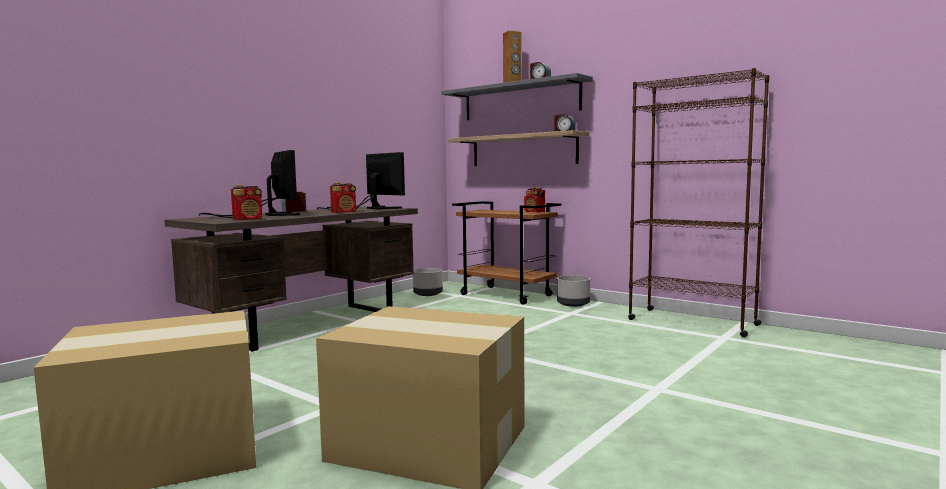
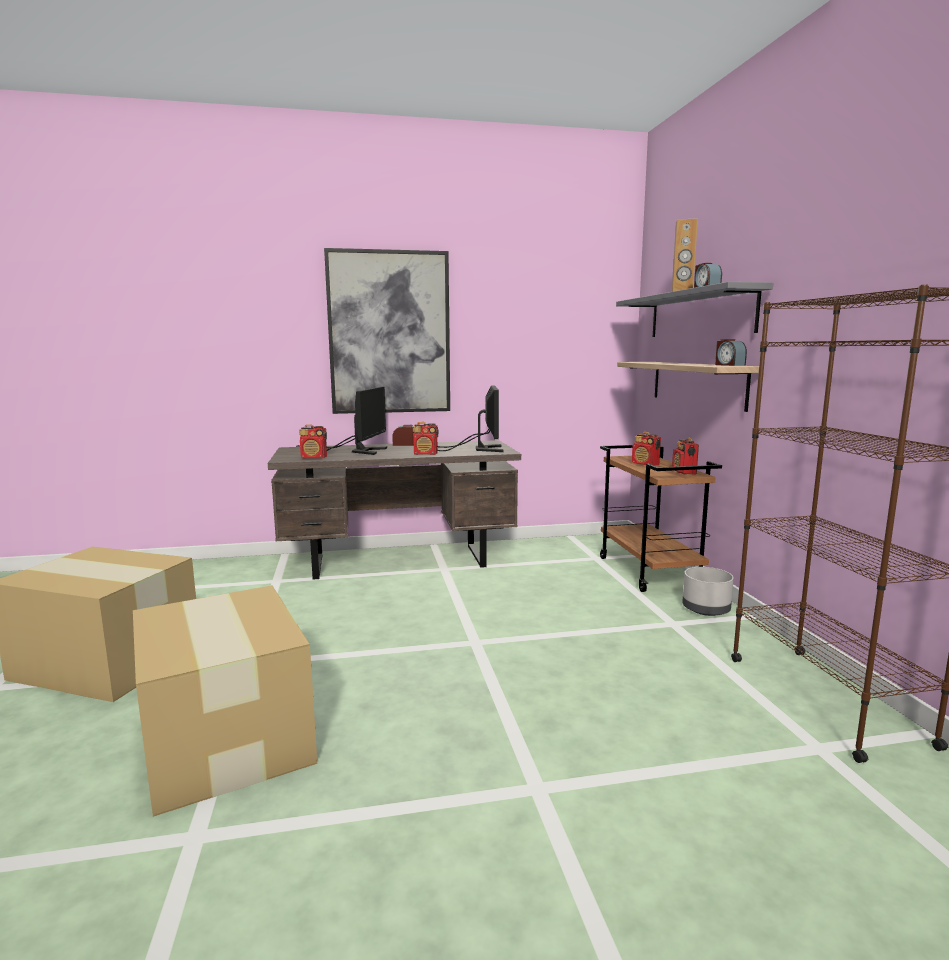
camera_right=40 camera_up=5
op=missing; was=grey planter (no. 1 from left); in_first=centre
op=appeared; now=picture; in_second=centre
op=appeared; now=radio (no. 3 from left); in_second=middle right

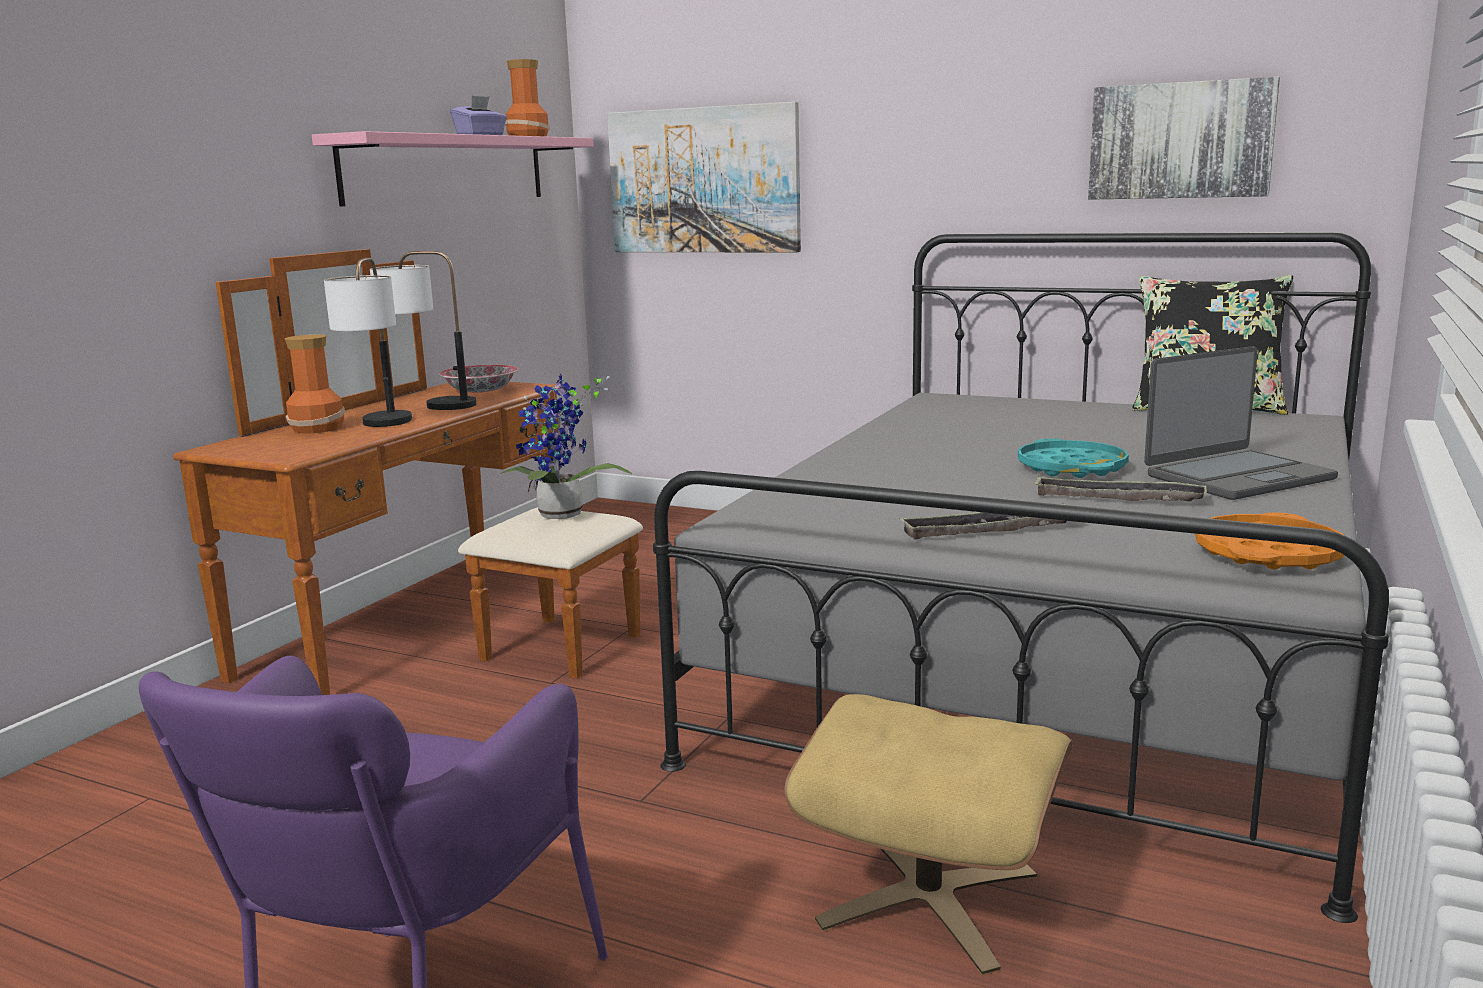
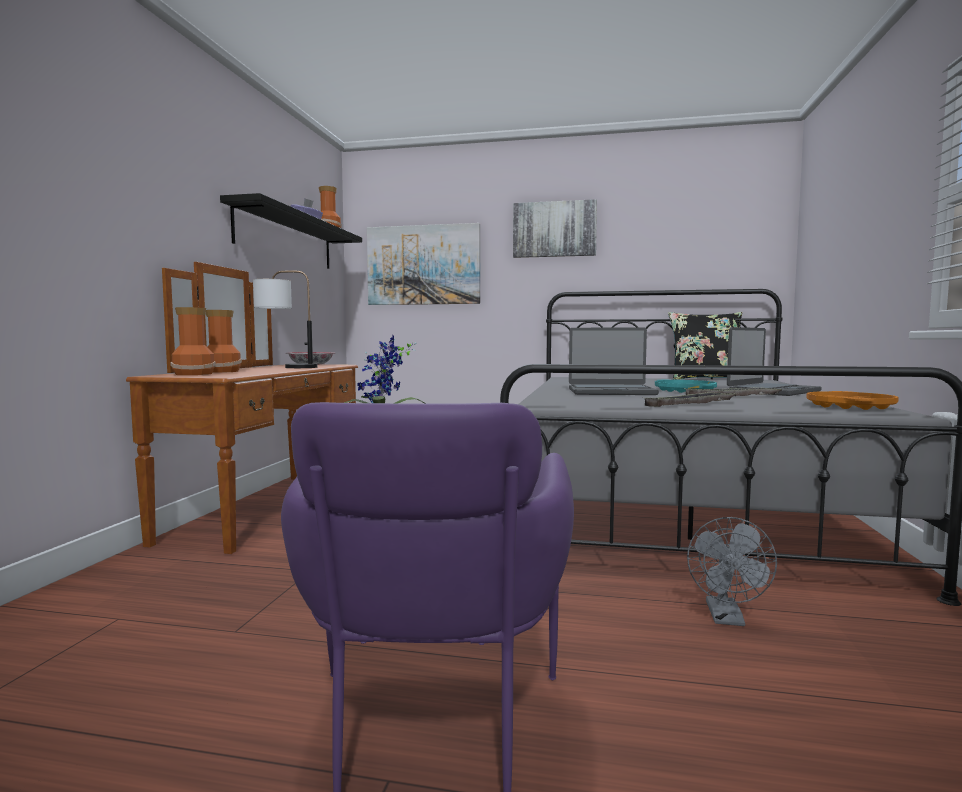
camera_right=-15 camera_up=-10
op=colour; was=pink shelf; now=black shelf; in_first=top left; in_second=top left
op=missing; was=table lamp (no. 1 from left); in_first=middle left
op=exchanged; was=beige ottoman; now=grey fan; in_first=bottom centre; in_second=bottom right
op=relocated; was=picture (no. 2 from left); in_first=top right; in_second=top centre
op=appeared; now=vase (no. 1 from left); in_second=middle left
op=appeared; now=laptop (no. 1 from left); in_second=centre

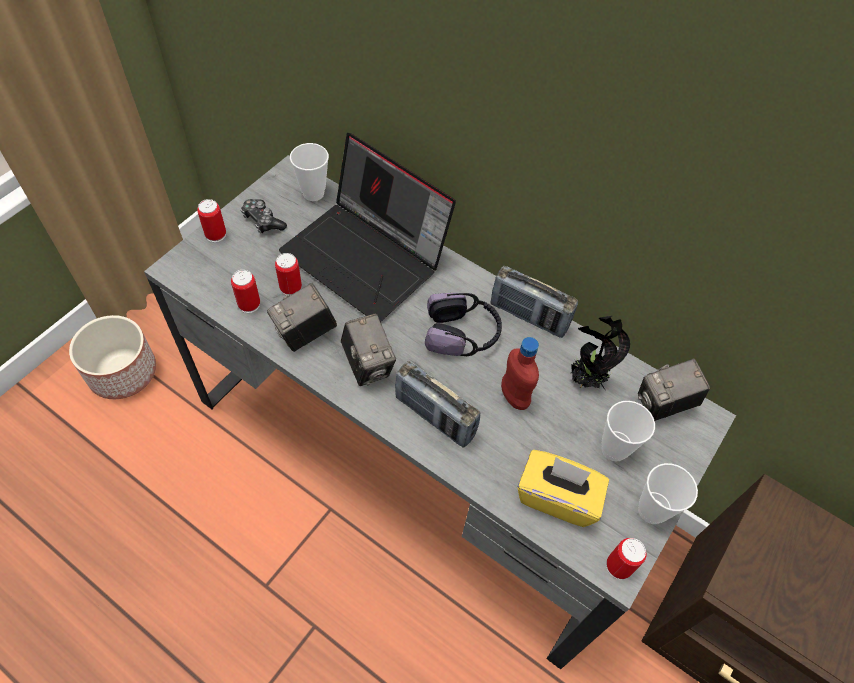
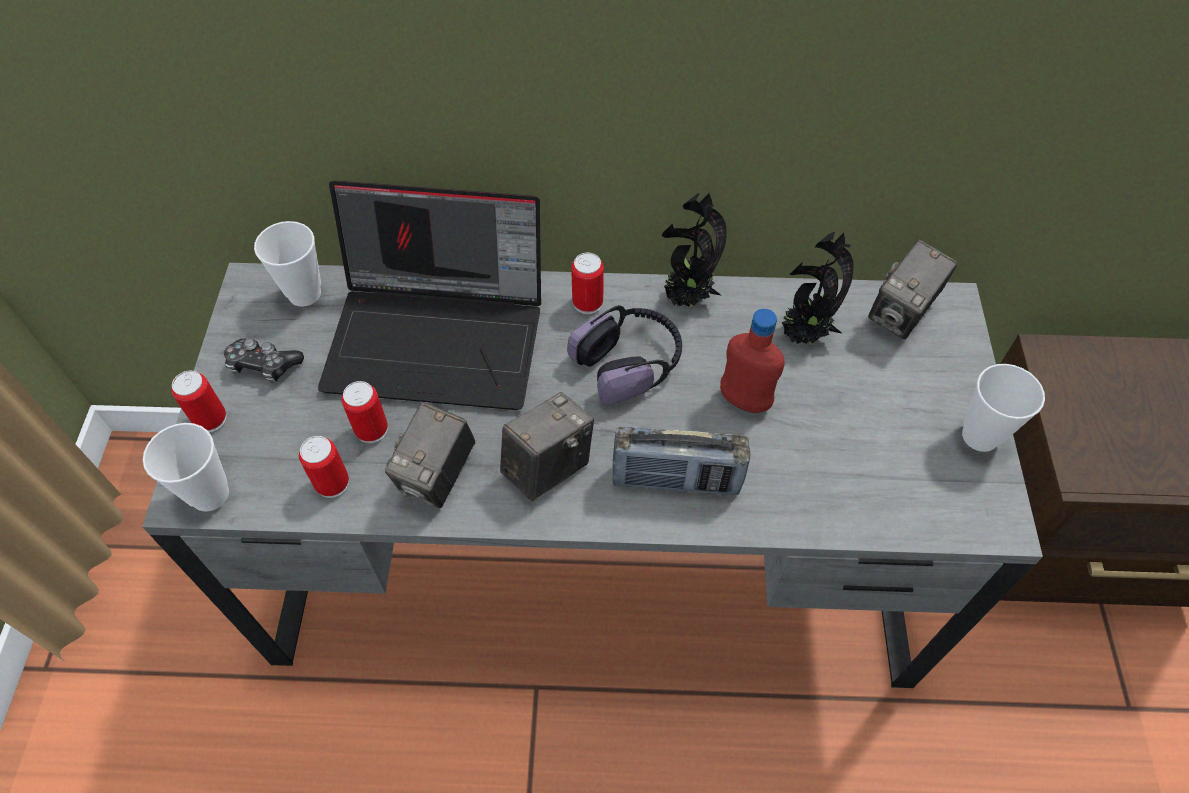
camera_right=-30 camera_up=0
op=missing; was=planter; in_first=middle left
op=spun; was=photo camera (no. 2 from left); in_first=centre; in_second=centre; clockwise=-75
op=exchanged; was=radio (no. 2 from left); now=potted plant (no. 1 from left); in_first=centre; in_second=top centre
op=missing; was=yellow tissue box; in_first=bottom centre
op=relocated; was=cup (no. 2 from left in the first image); now=cup (no. 1 from left); in_first=middle right; in_second=middle left
op=relocated; was=can (no. 4 from left); in_first=bottom right; in_second=centre

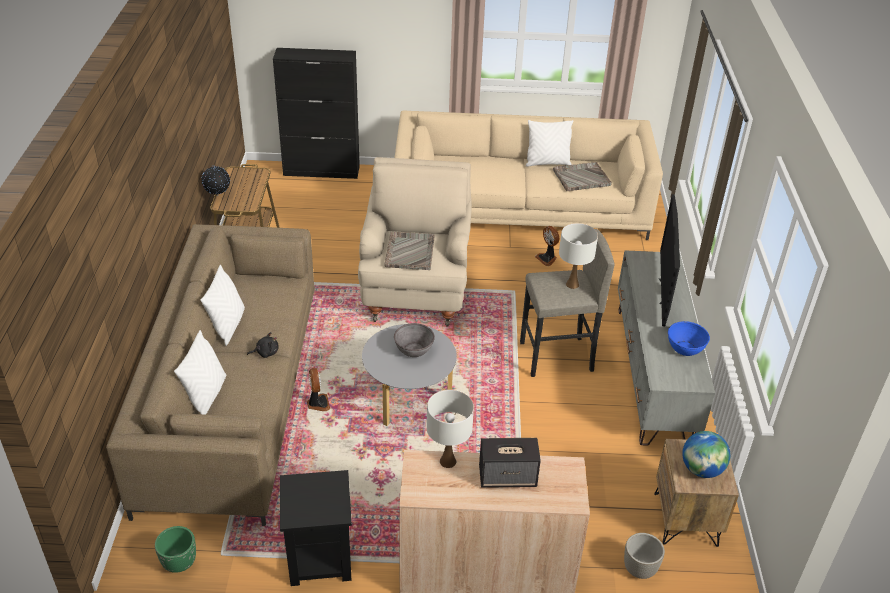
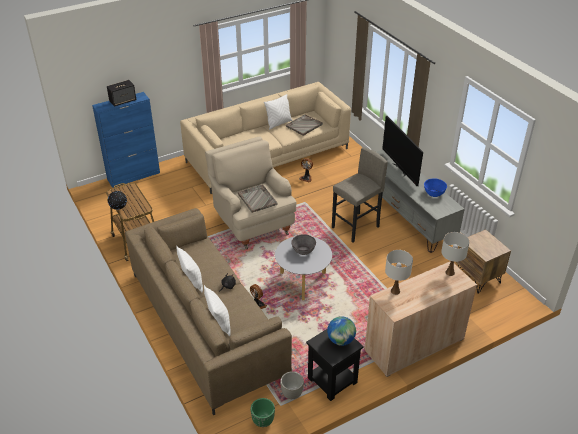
camera_right=-30 camera_up=0
op=colour; was=black cabinet; now=blue cabinet; in_first=top centre; in_second=top left
op=relocated; was=speaker; in_first=bottom centre; in_second=top left
op=relocated; was=white table lamp (no. 2 from left); in_first=centre; in_second=middle right
op=relocated; was=grey planter; in_first=bottom right; in_second=bottom centre
op=relocated; was=globe (no. 2 from left); in_first=bottom right; in_second=bottom centre

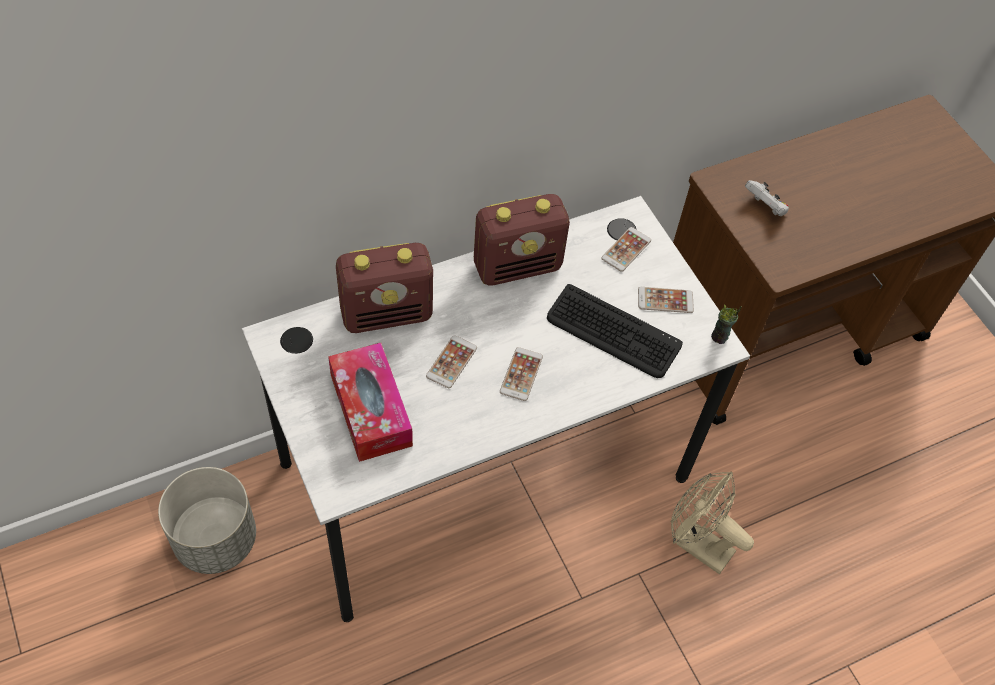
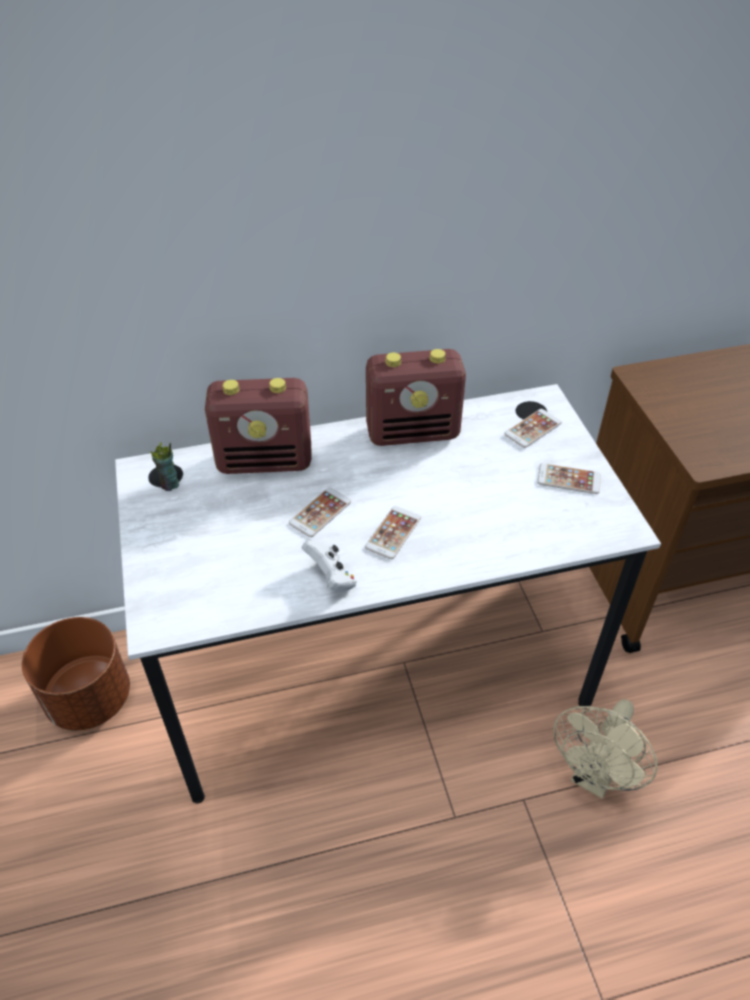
camera_right=15 camera_up=-10
op=colour; was=grey planter; now=brown planter; in_first=bottom left; in_second=bottom left
op=missing; was=tissue box; in_first=centre
op=missing; was=keyboard; in_first=centre
op=spun; was=beige fan; in_first=bottom right; in_second=bottom right; clockwise=-105
op=relocated; was=cup; in_first=middle right; in_second=middle left
op=relocated; was=white game controller; in_first=top right; in_second=centre

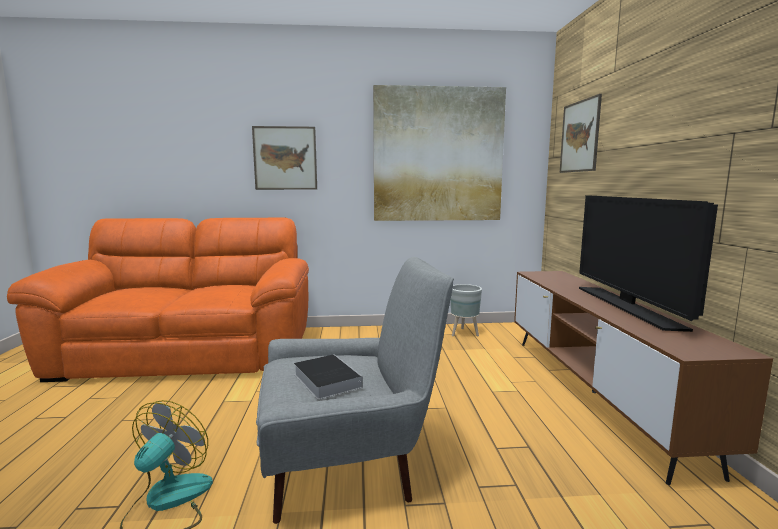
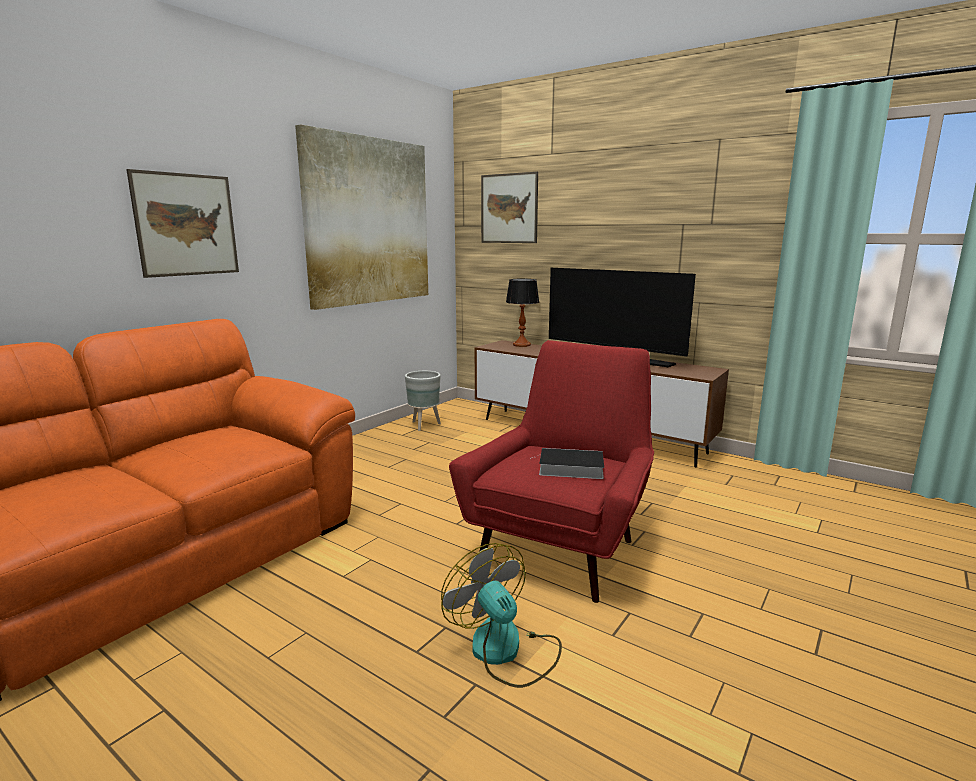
camera_right=-50 camera_up=5
op=colour; was=grey armchair; now=red armchair; in_first=bottom centre; in_second=centre
op=appeared; now=table lamp; in_second=centre

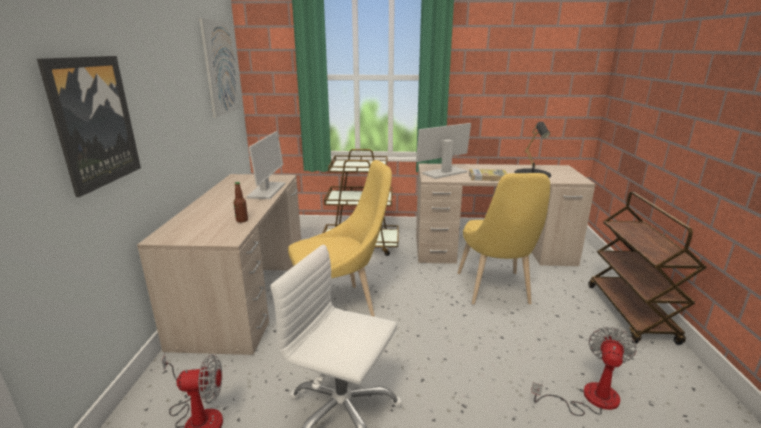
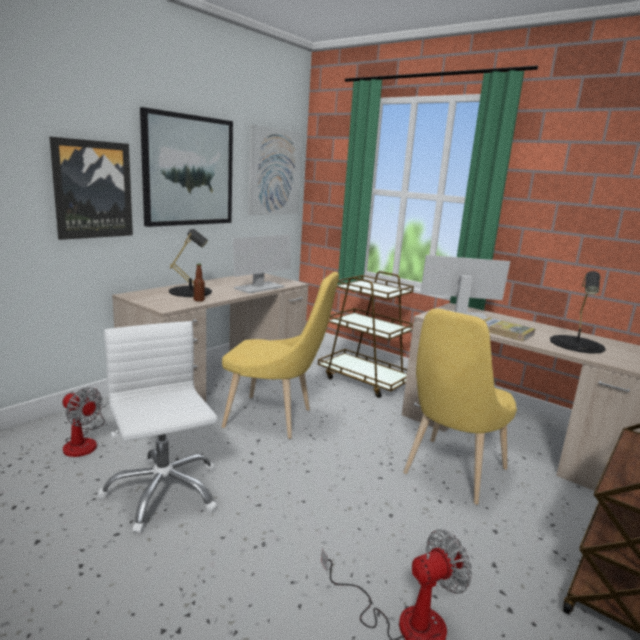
camera_right=35 camera_up=-5
op=appeared; now=picture (no. 2 from left); in_second=top left
op=appeared; now=black table lamp (no. 1 from left); in_second=middle left

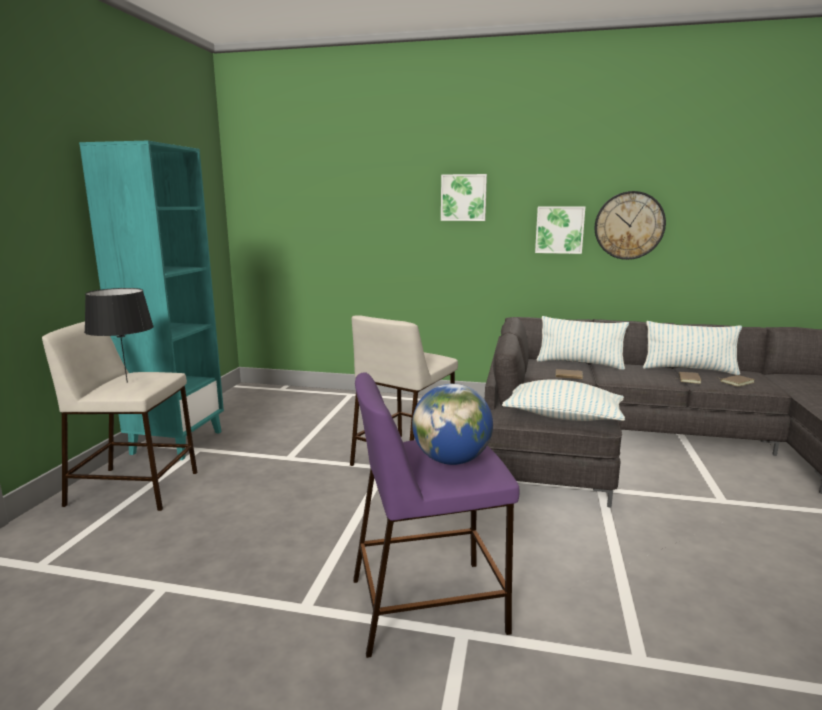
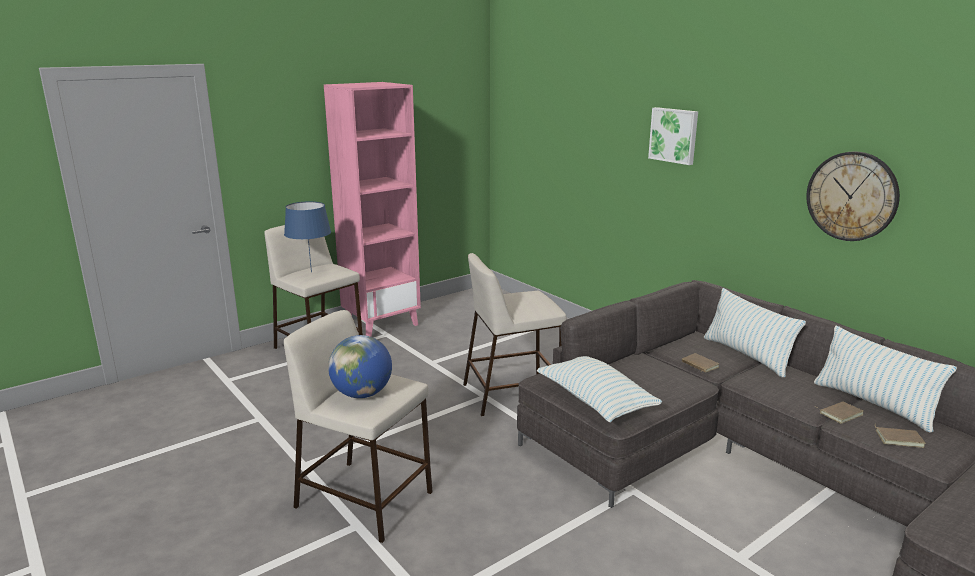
camera_right=40 camera_up=5
op=colour; was=turquoise bookcase; now=pink bookcase; in_first=middle left; in_second=centre
op=colour; was=black table lamp; now=blue table lamp; in_first=middle left; in_second=middle left
op=colour; was=purple stool; now=beige stool (no. 2 from left); in_first=bottom centre; in_second=bottom centre
op=missing; was=picture (no. 2 from left); in_first=top right

